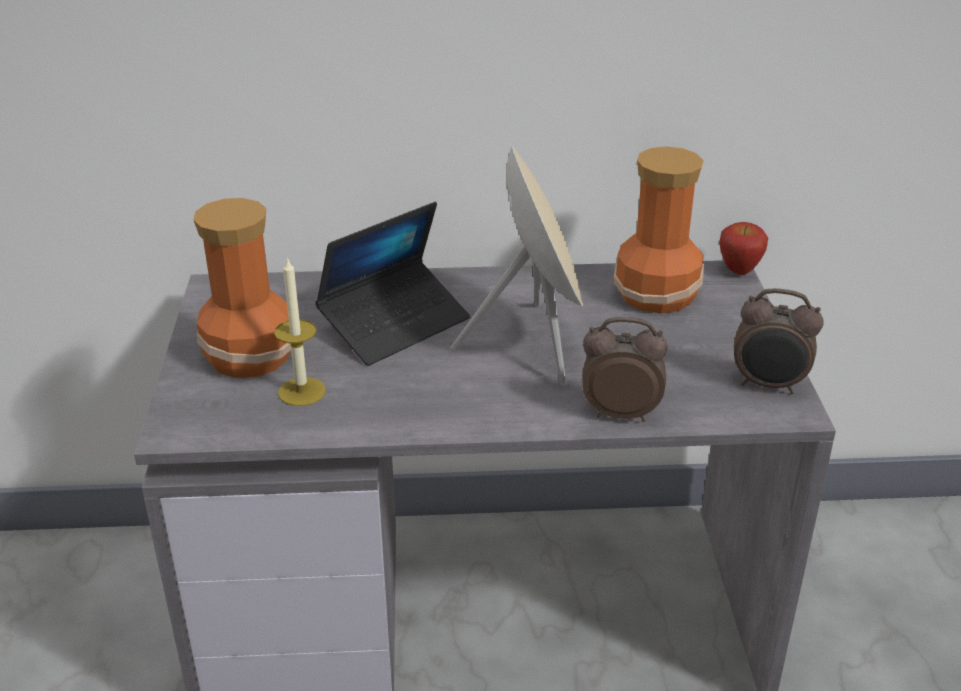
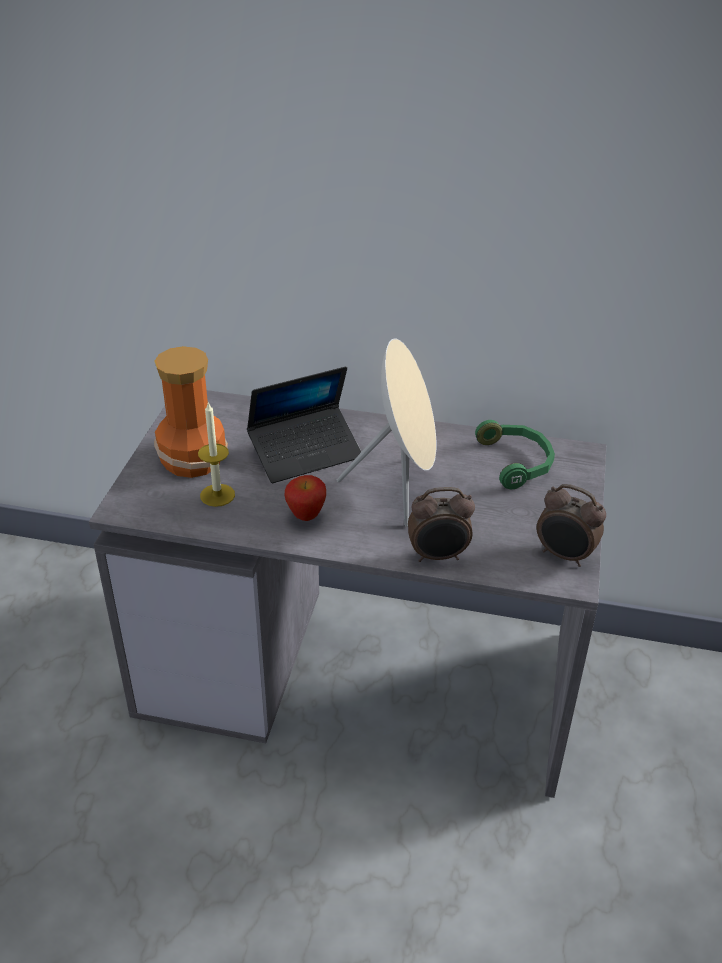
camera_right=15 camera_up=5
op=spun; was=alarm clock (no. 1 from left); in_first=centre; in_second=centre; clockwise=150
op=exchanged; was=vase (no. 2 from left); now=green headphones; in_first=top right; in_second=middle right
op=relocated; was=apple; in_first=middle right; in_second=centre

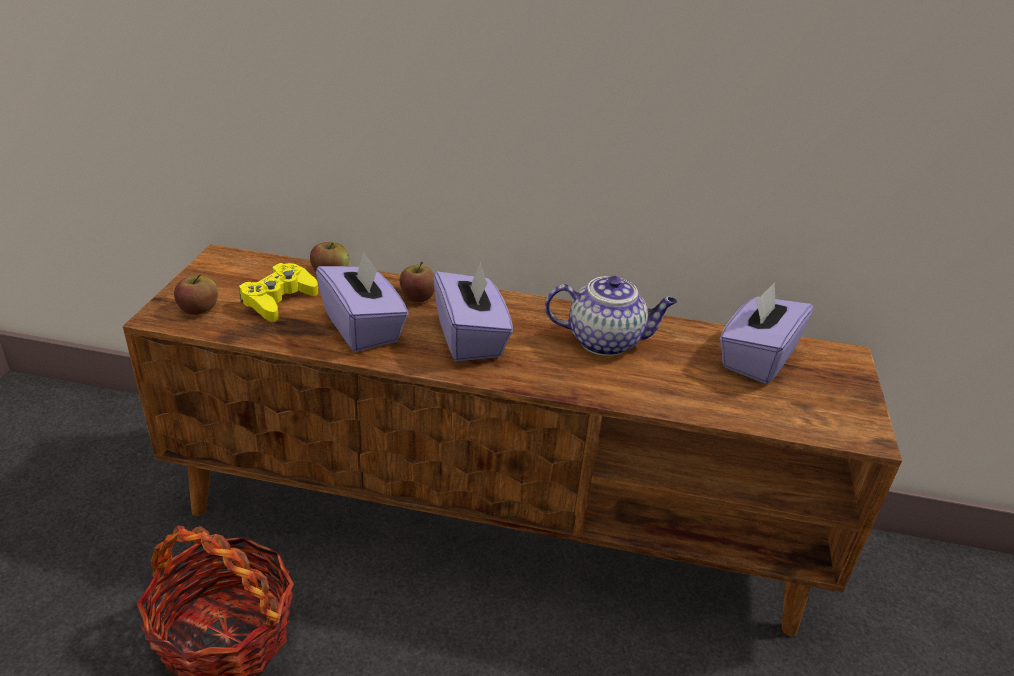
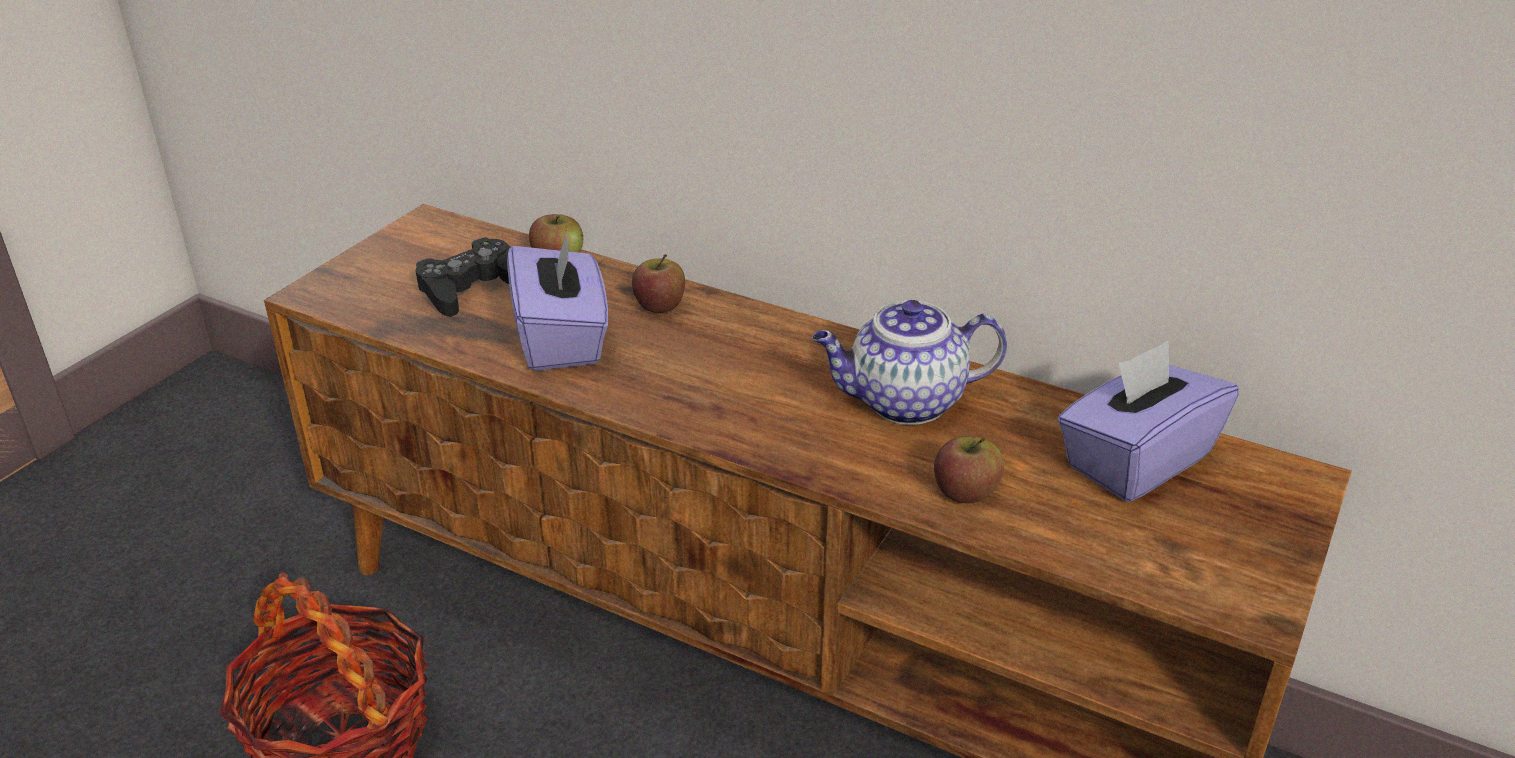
camera_right=20 camera_up=0
op=relocated; was=apple (no. 1 from left in the first image); now=apple (no. 3 from left); in_first=middle left; in_second=centre
op=colour; was=yellow game controller; now=black game controller; in_first=middle left; in_second=middle left
op=missing; was=purple tissue box (no. 2 from left); in_first=centre
op=spun; was=teapot; in_first=centre; in_second=centre; clockwise=150

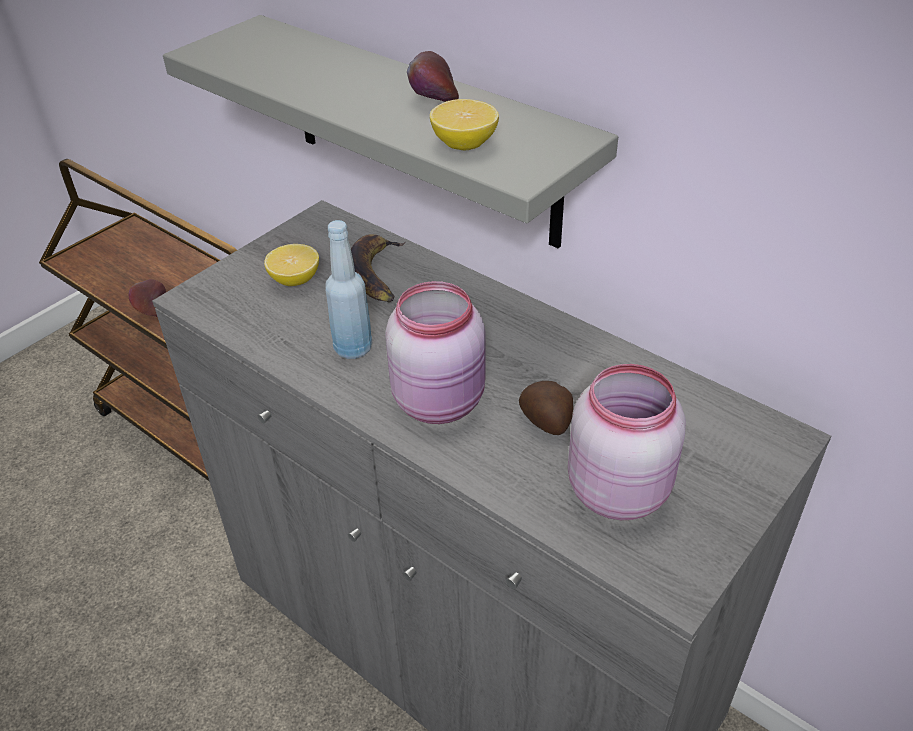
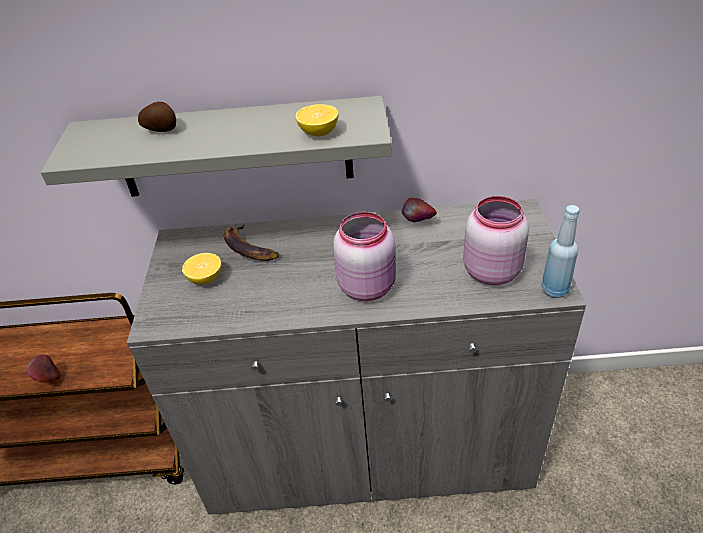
camera_right=-40 camera_up=0
op=relocated; was=blue bottle; in_first=centre; in_second=middle right
op=relocated; was=apple (no. 2 from left); in_first=top centre; in_second=centre
op=relocated; was=potato; in_first=centre; in_second=top left

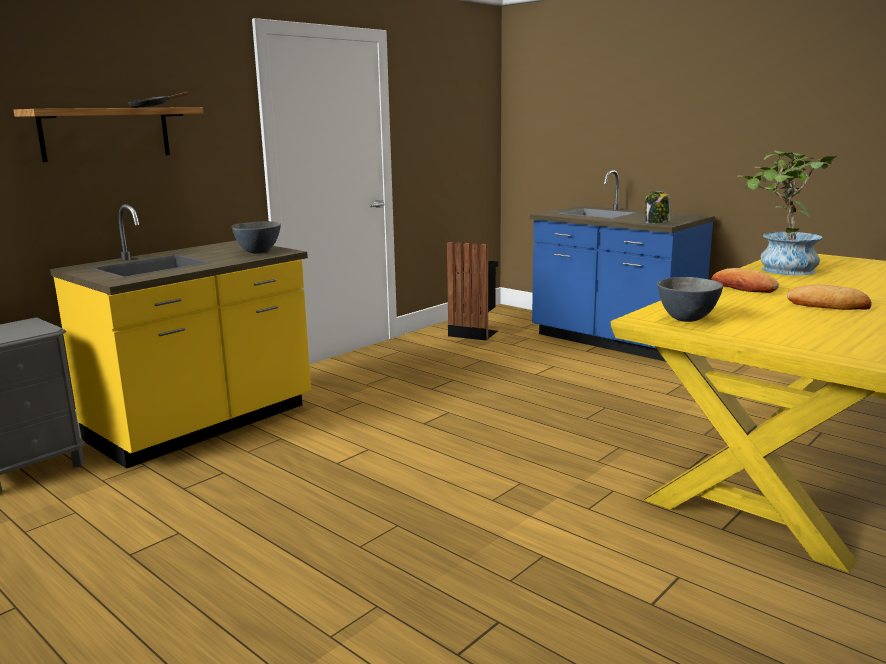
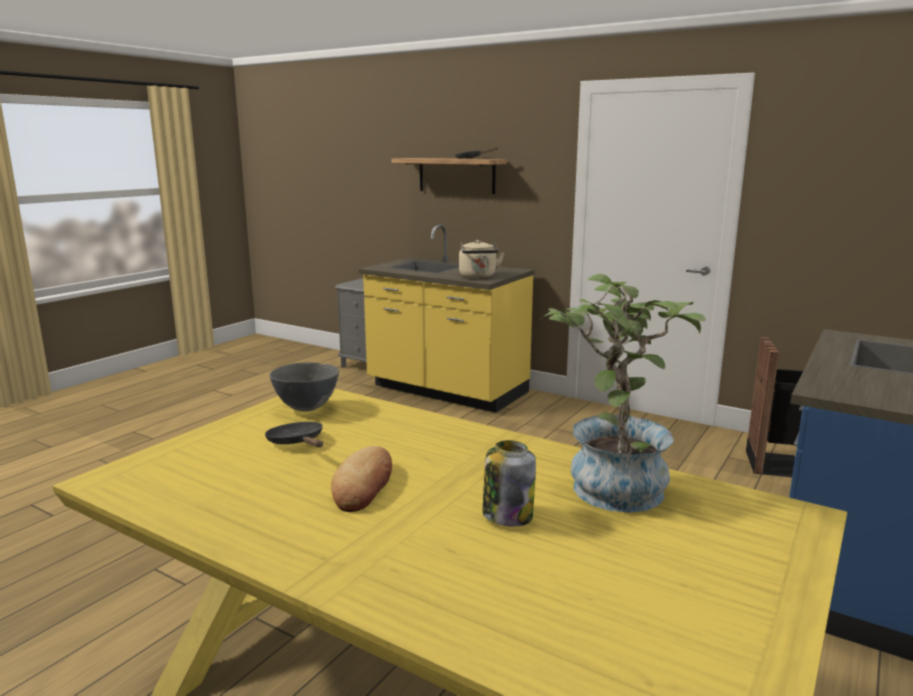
camera_right=80 camera_up=0
op=exchanged; was=grey bowl (no. 1 from left); now=beige kettle; in_first=middle left; in_second=centre
op=relocated; was=jar; in_first=top right; in_second=bottom centre
op=missing; was=bread (no. 1 from left); in_first=middle right
op=appeared; now=black frying pan (no. 1 from left); in_second=middle left

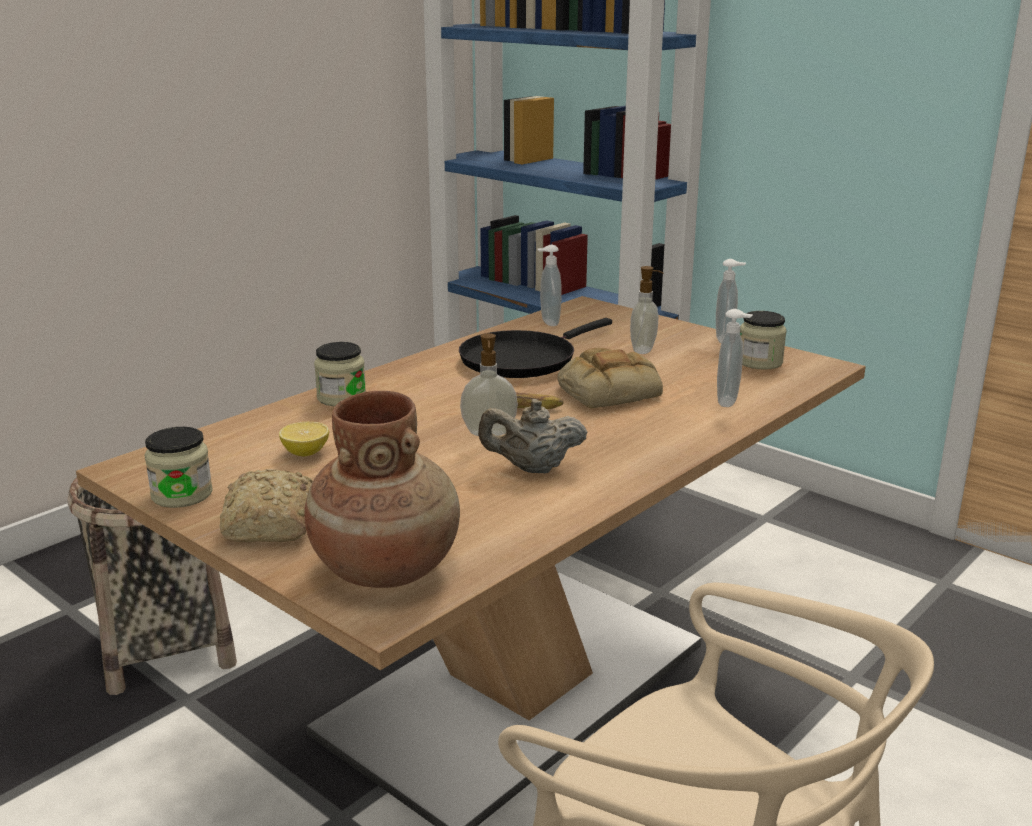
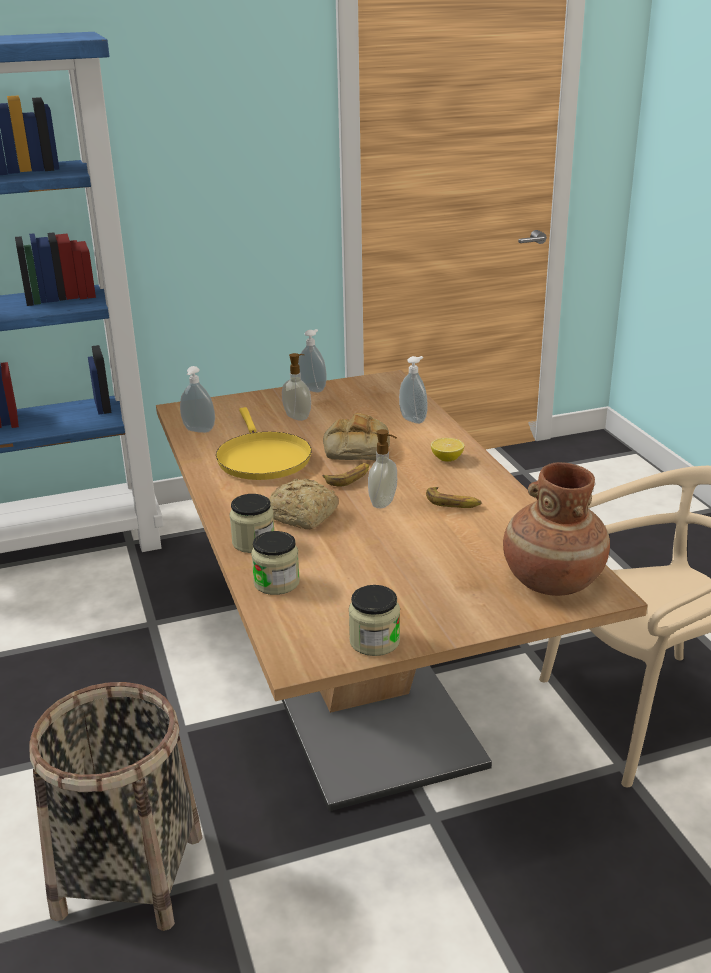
camera_right=-60 camera_up=5
op=relocated; was=bread (no. 1 from left); in_first=middle left; in_second=centre
op=relocated; was=lemon; in_first=middle left; in_second=centre
op=colour; was=black frying pan; now=yellow frying pan; in_first=centre; in_second=centre
op=exchanged; was=beige teapot; now=banana (no. 2 from left); in_first=centre; in_second=centre
op=relocated; was=jar (no. 3 from left in the first image); now=jar (no. 2 from left); in_first=middle right; in_second=centre

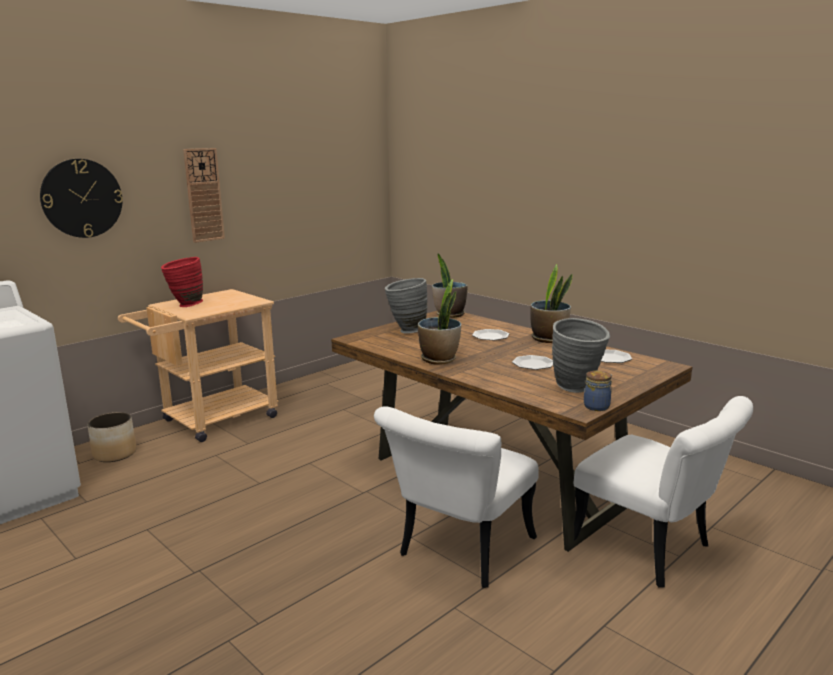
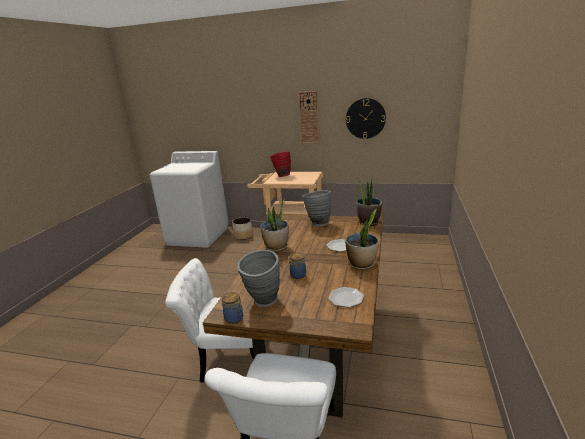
camera_right=60 camera_up=5
op=relocated; was=wall clock (no. 1 from left in the first image); now=wall clock (no. 2 from left); in_first=top left; in_second=top centre
op=exchanged; was=plate (no. 2 from left); now=jar (no. 2 from left); in_first=centre; in_second=centre

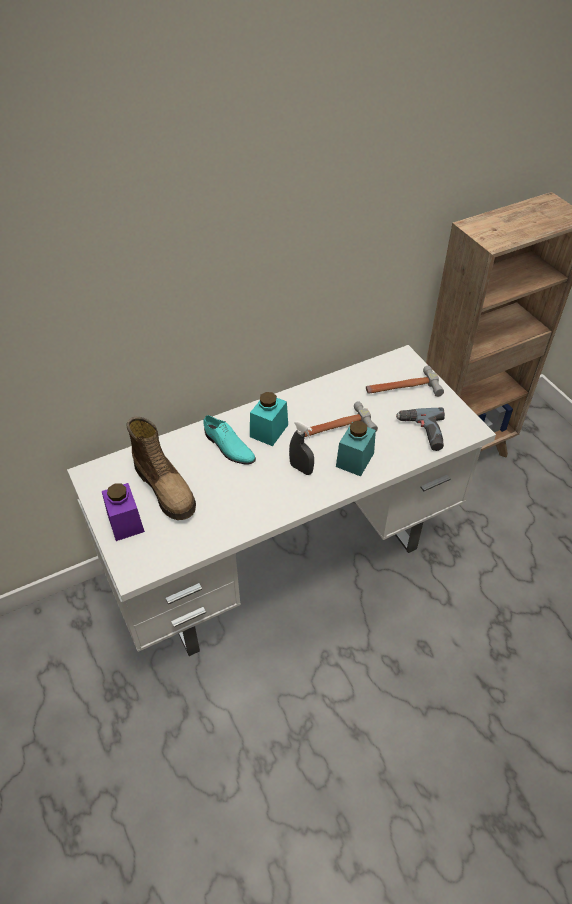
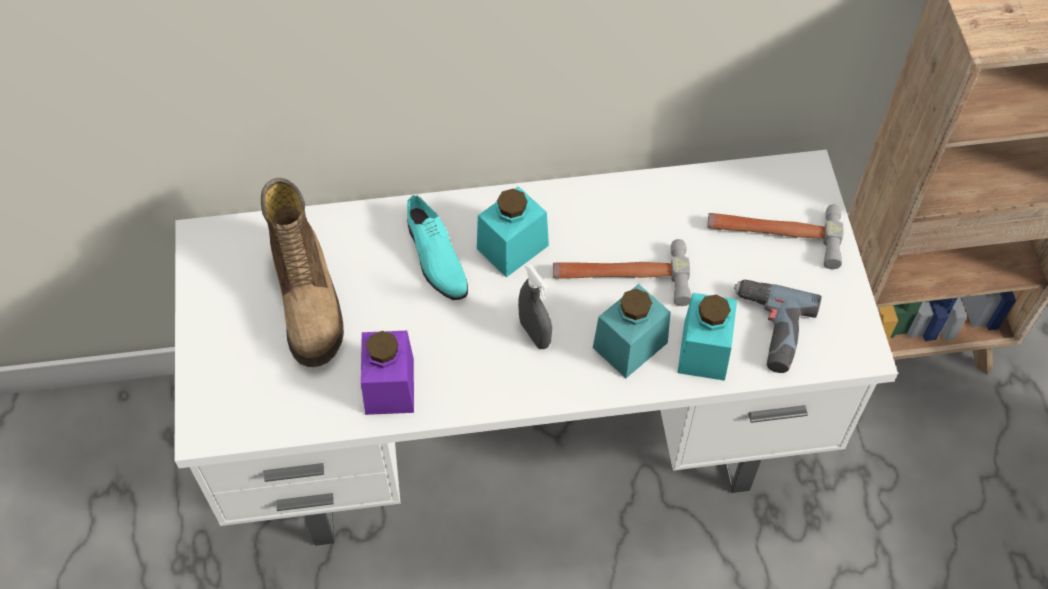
camera_right=20 camera_up=10
op=relocated; was=purple jar; in_first=middle left; in_second=centre
op=appeared; now=turquoise jar (no. 3 from left); in_second=middle right

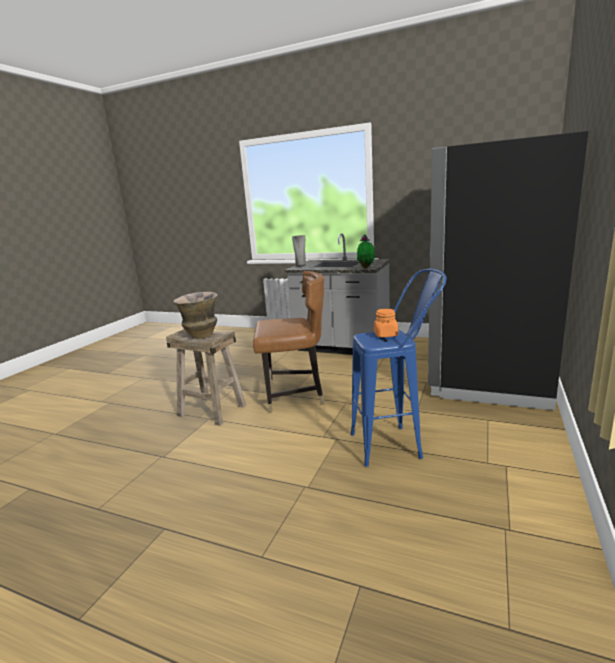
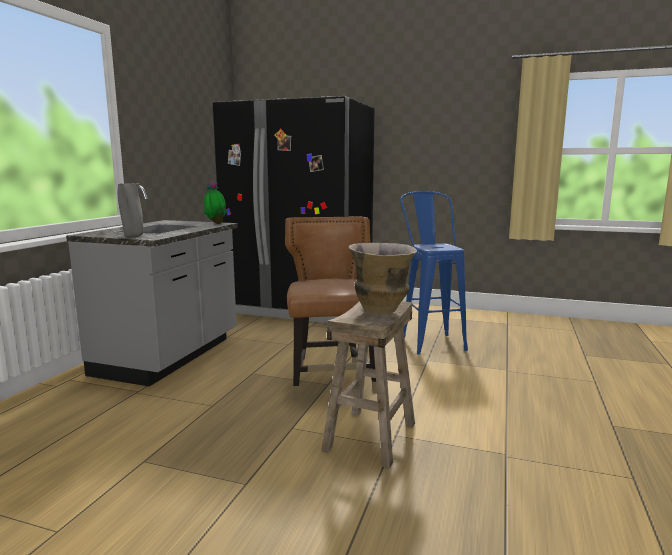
camera_right=-95 camera_up=-5
op=missing; was=orange jar; in_first=centre

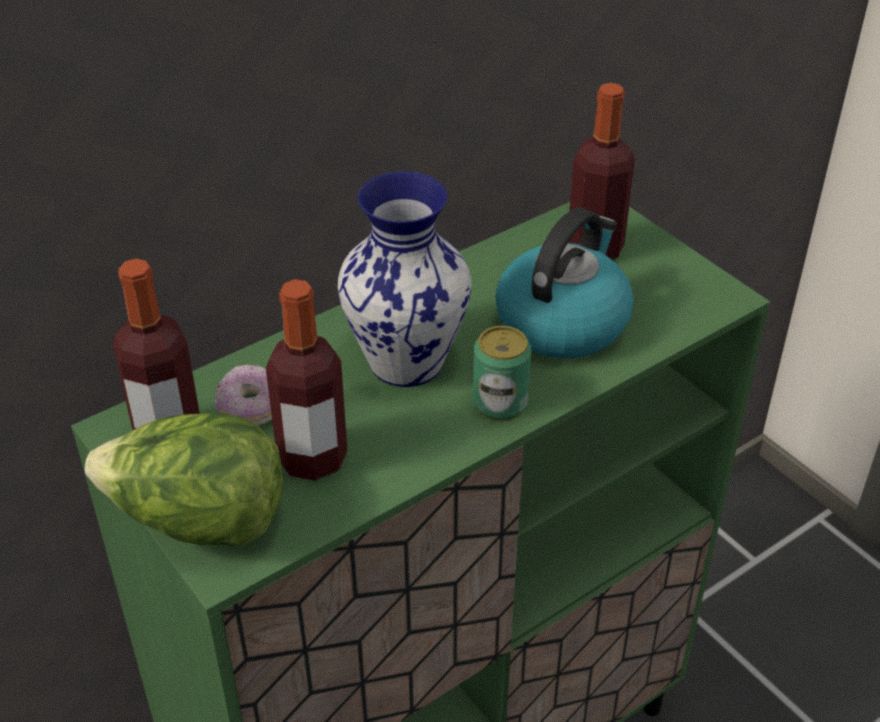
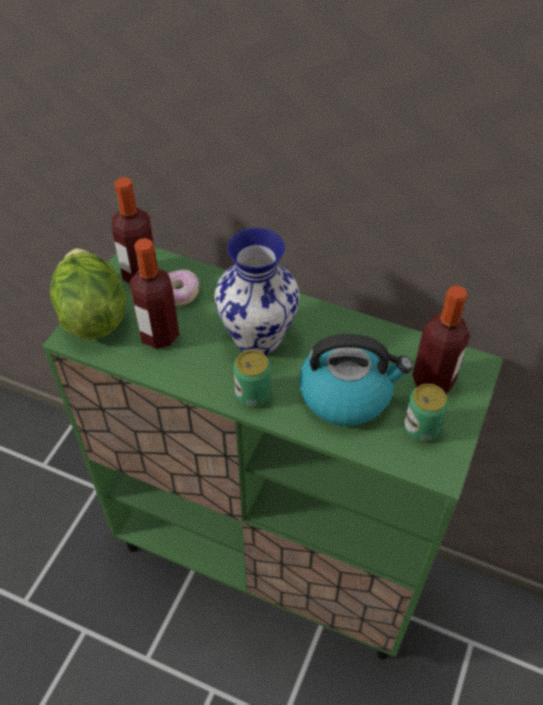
camera_right=60 camera_up=10
op=appeared; now=can (no. 2 from left); in_second=middle right

